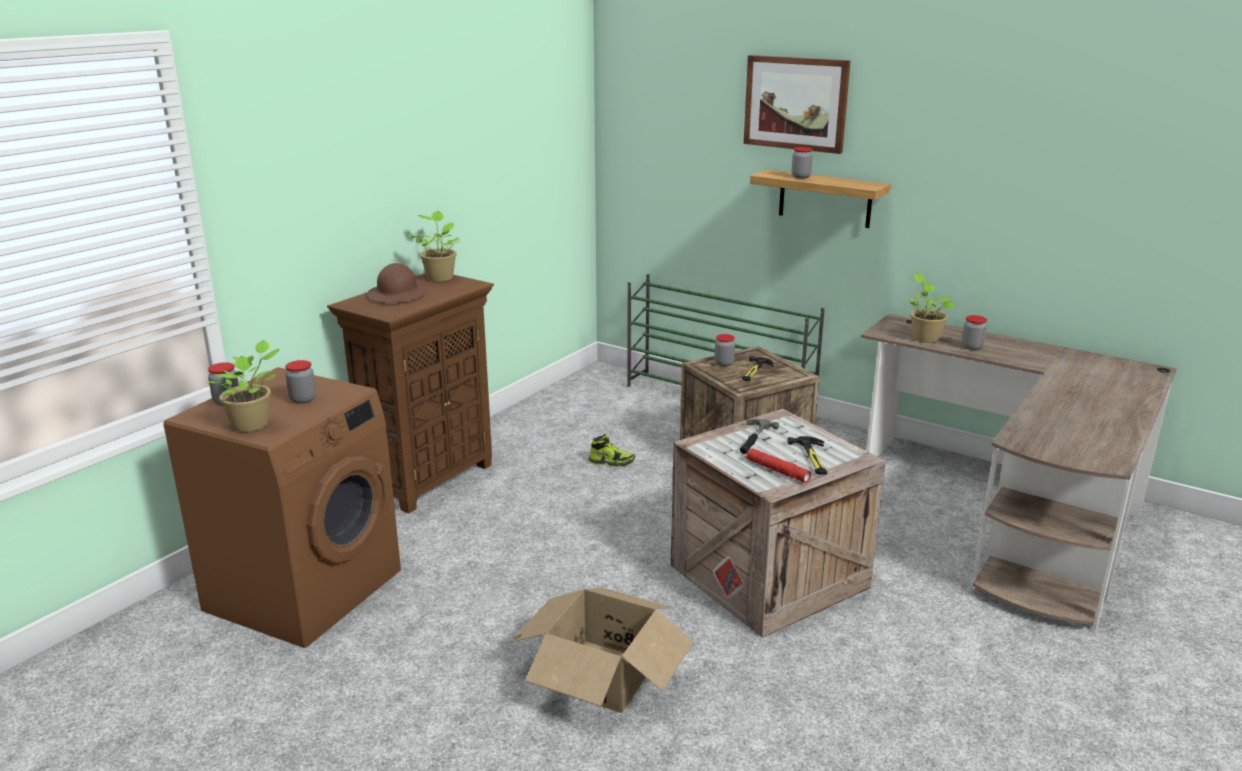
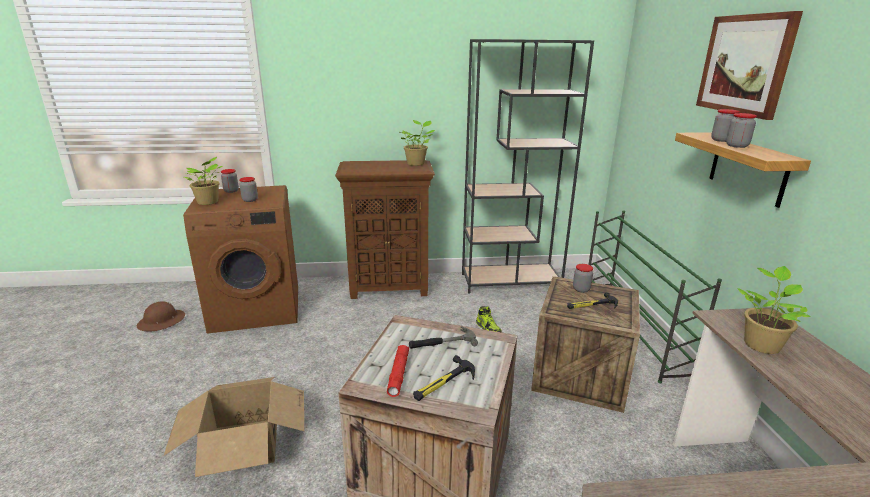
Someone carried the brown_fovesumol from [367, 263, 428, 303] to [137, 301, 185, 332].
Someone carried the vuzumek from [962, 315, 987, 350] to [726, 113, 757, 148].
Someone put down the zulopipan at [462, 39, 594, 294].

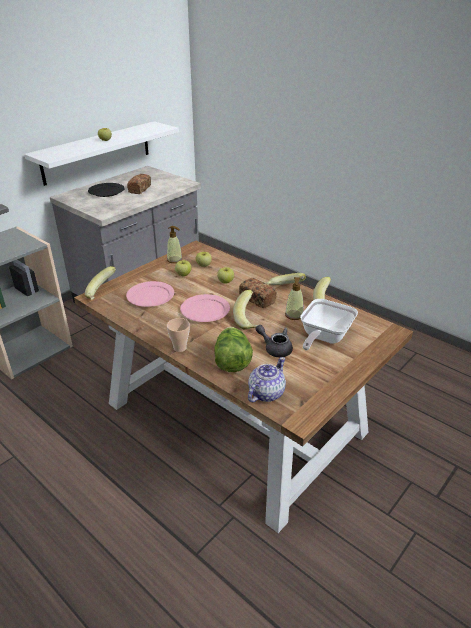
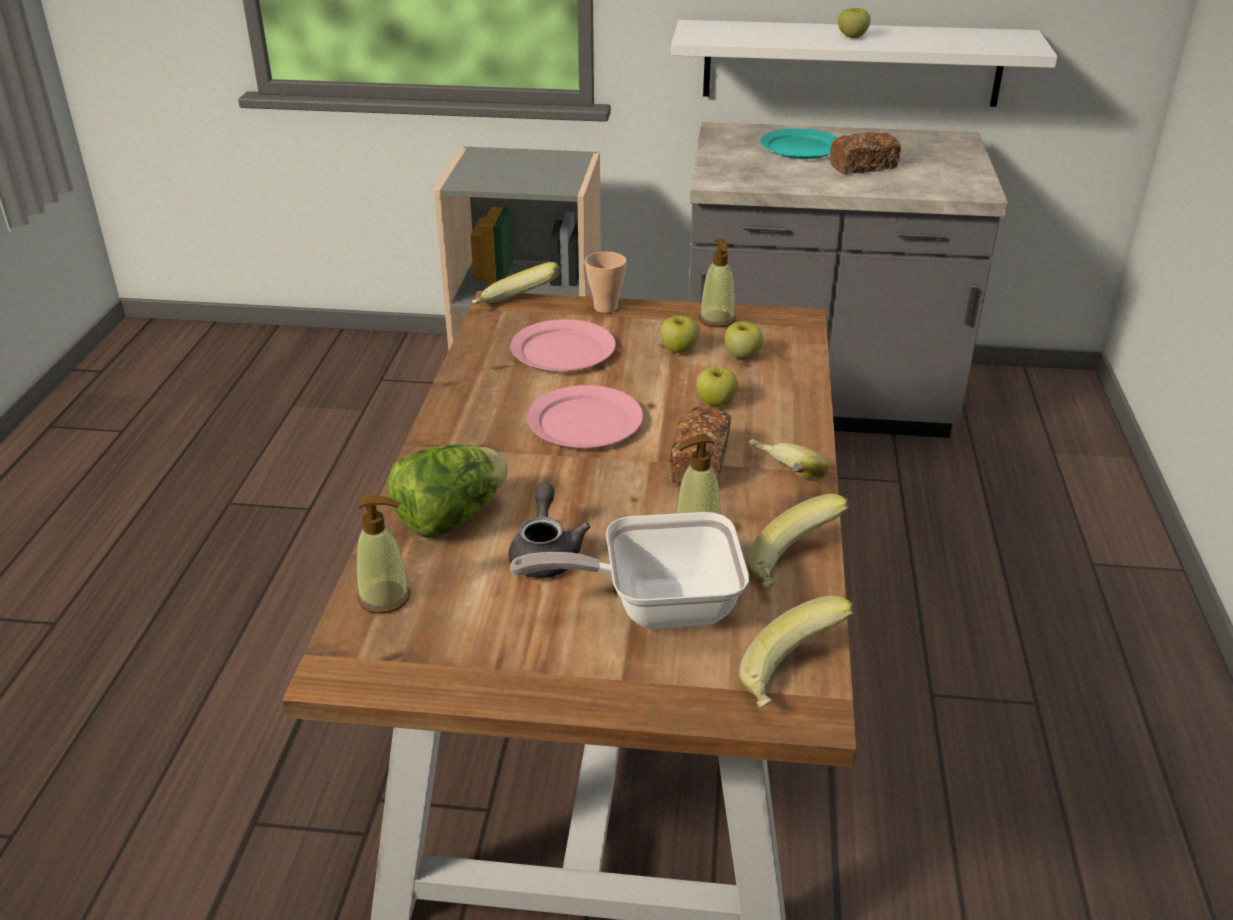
Someone repainted the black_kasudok at [88, 183, 125, 197], which became the turquoise_kasudok at [760, 128, 838, 159].
Someone carried the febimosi from [233, 290, 258, 330] to [739, 595, 854, 708].
Someone carried the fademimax from [167, 318, 190, 352] to [585, 252, 626, 313].
Someone swapped the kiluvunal at [248, 357, 286, 402] for the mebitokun at [356, 495, 410, 614].

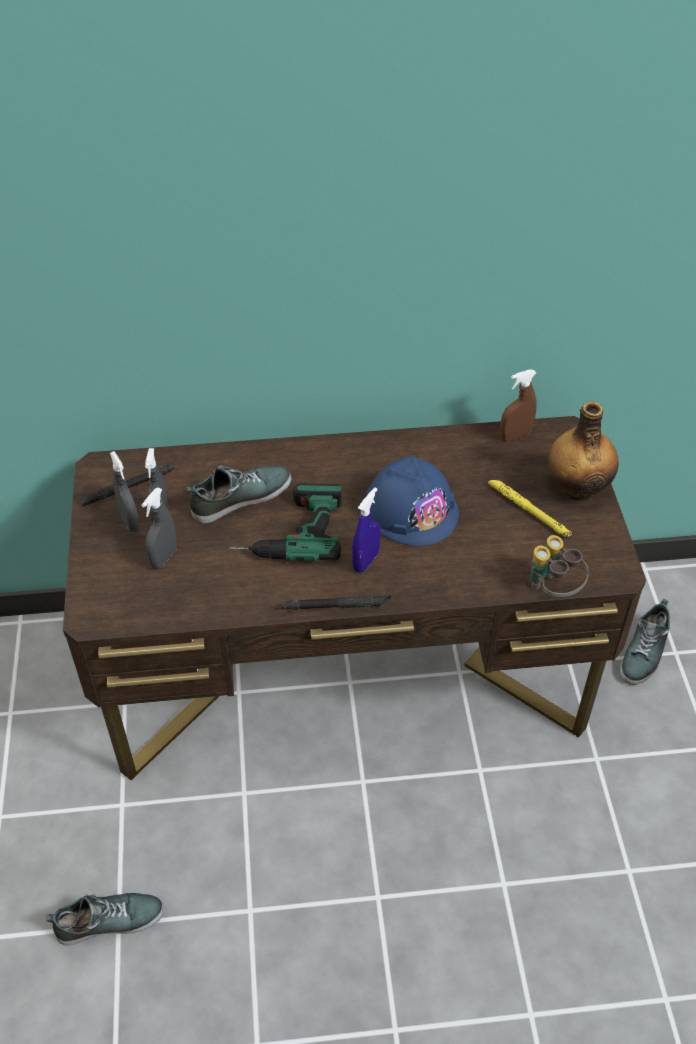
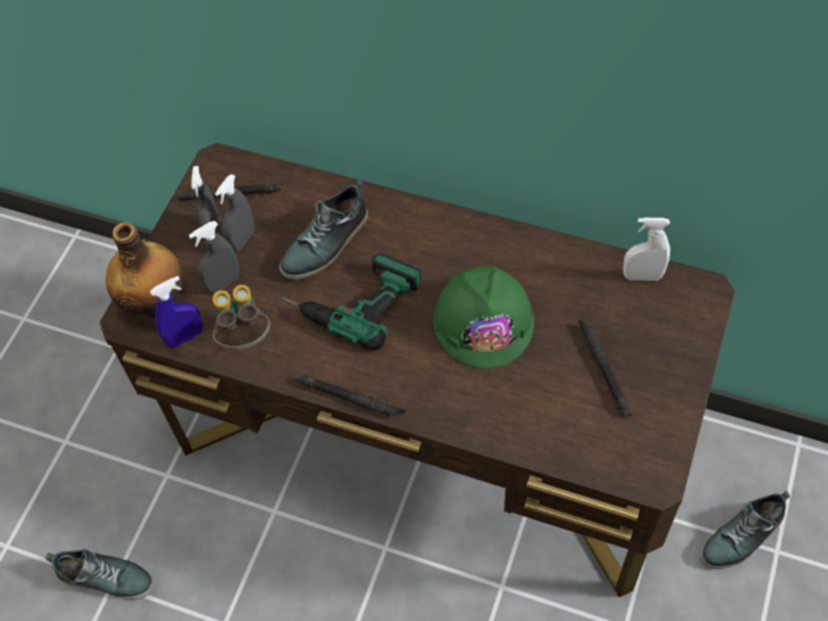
Someone repainted the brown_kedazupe at [500, 369, 537, 442], which became the white_kedazupe at [623, 218, 670, 281].
Someone carried the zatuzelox from [548, 401, 619, 501] to [106, 222, 183, 317].
Someone repainted the blue_fovesumol at [366, 456, 459, 546], which became the green_fovesumol at [433, 267, 534, 369].
Someone rotated the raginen at [186, 465, 291, 523] by 135 degrees clockwise.
Someone repainted the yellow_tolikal at [488, 480, 573, 537], which became the black_tolikal at [578, 320, 632, 417].
Someone carried the blue_kedazupe from [352, 487, 381, 573] to [150, 276, 203, 348].
Someone carried the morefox from [531, 535, 589, 597] to [212, 285, 270, 350].

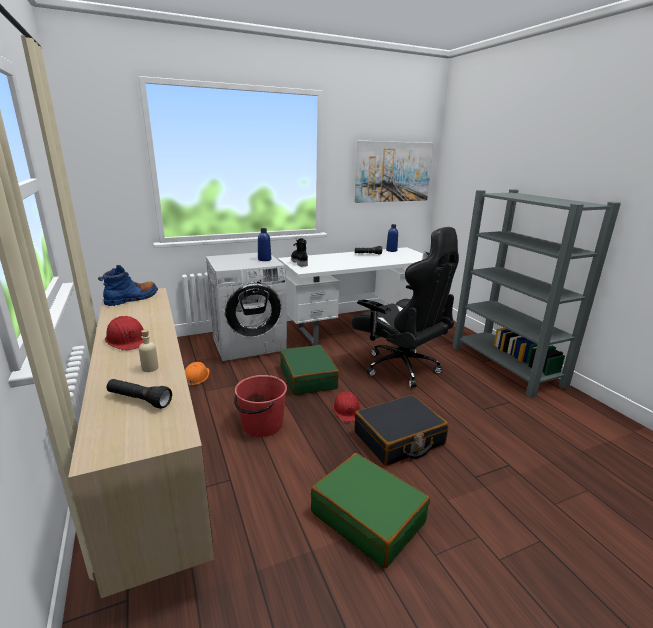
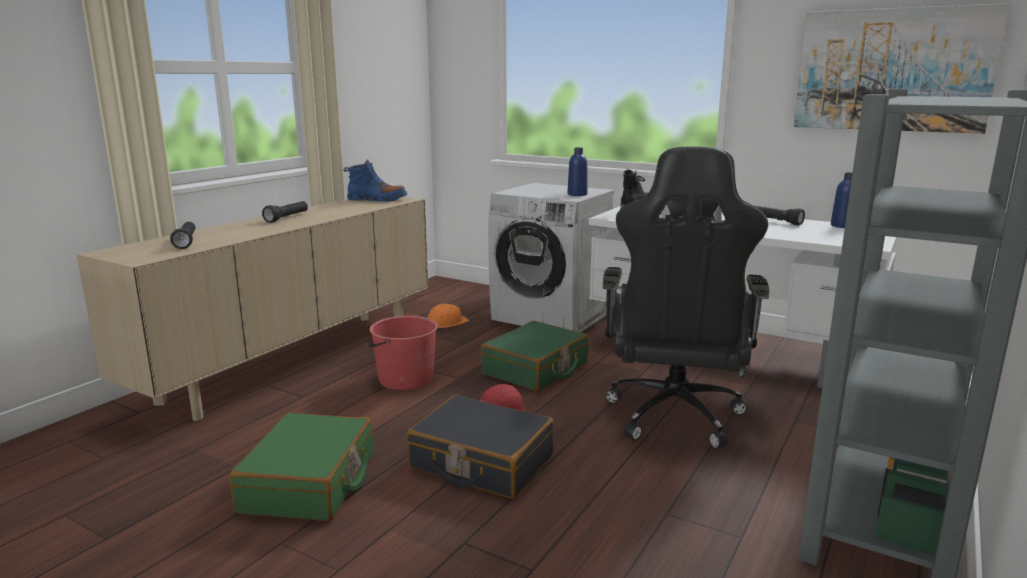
Someone swapped the red_fovesumol at [105, 316, 144, 351] for the black_tolikal at [262, 201, 308, 223].
Someone took away the beige_zatuzelox at [139, 330, 158, 372].

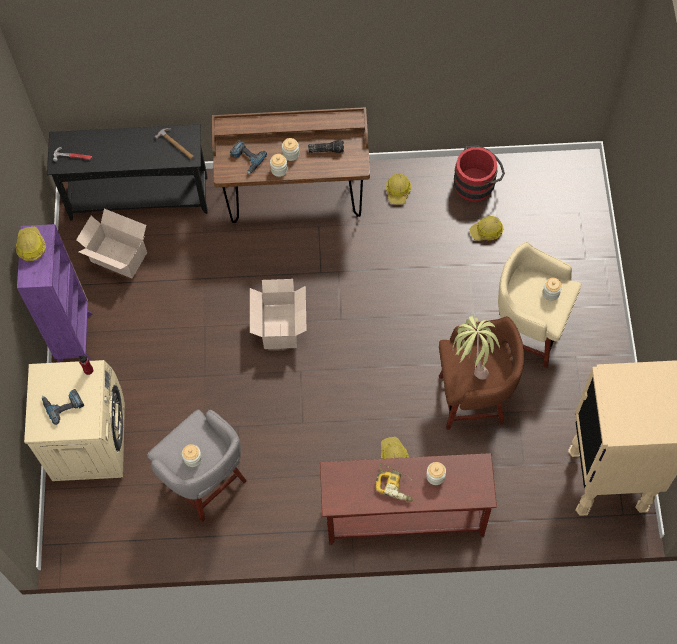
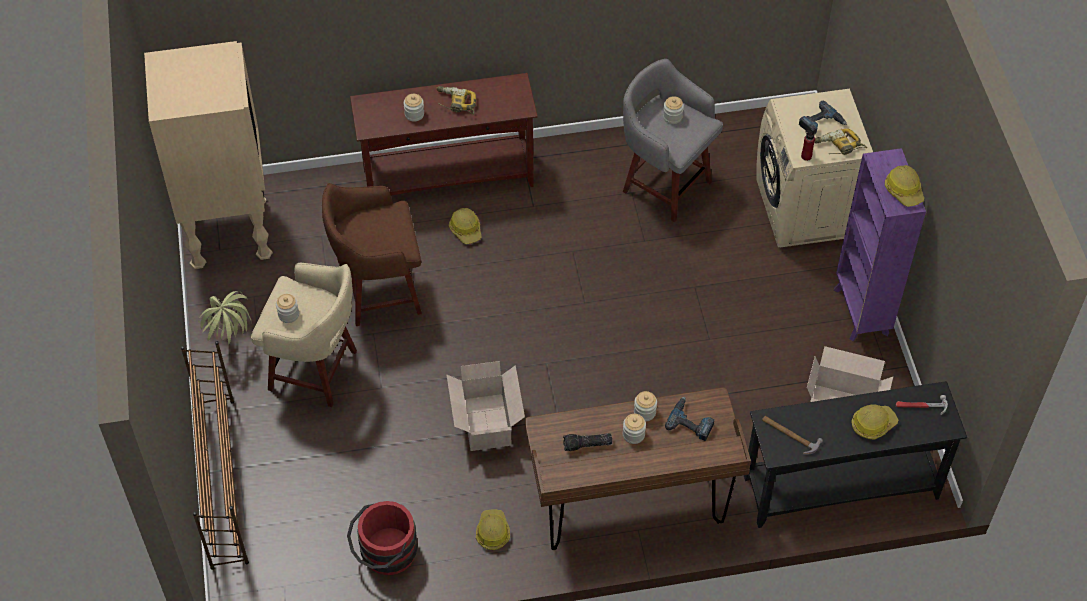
Someone carried the fovesumol from [469, 216, 503, 241] to [851, 405, 899, 439].
Someone carried the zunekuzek from [250, 279, 307, 349] to [447, 361, 525, 451].
Someone carried the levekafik from [453, 316, 500, 380] to [198, 291, 252, 344].
Someone put down the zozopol at [814, 128, 867, 155].
Someone put down the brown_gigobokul at [181, 341, 249, 570].

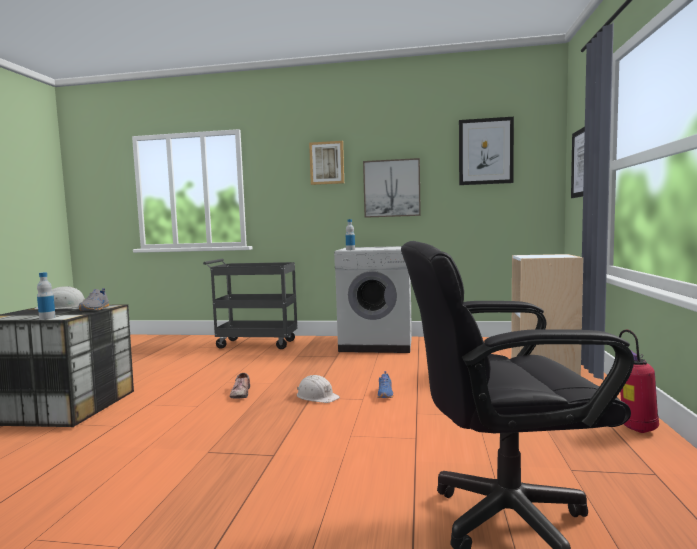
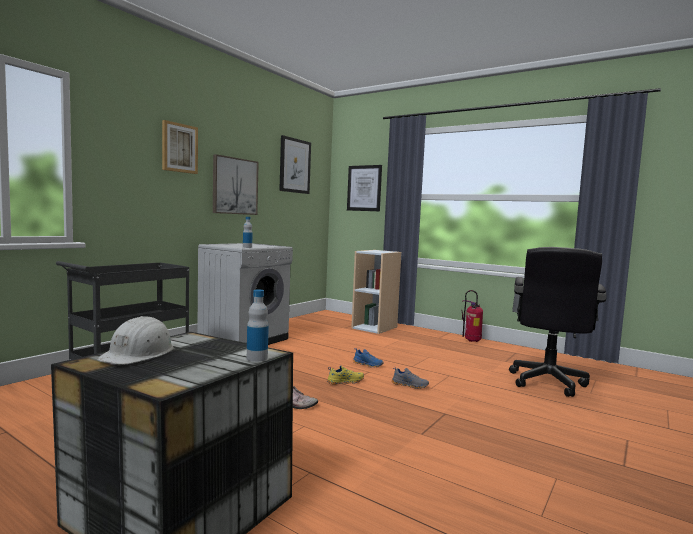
Someone carried the grey_raginen from [79, 288, 109, 311] to [392, 367, 429, 389].
Someone swapped the white_fovesumol at [297, 375, 340, 403] for the yellow_raginen at [327, 366, 364, 385].

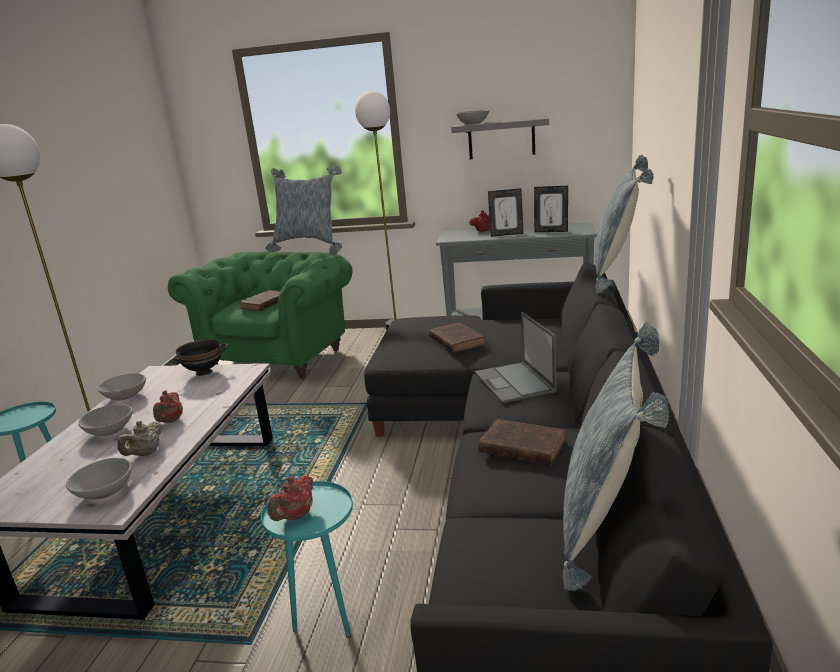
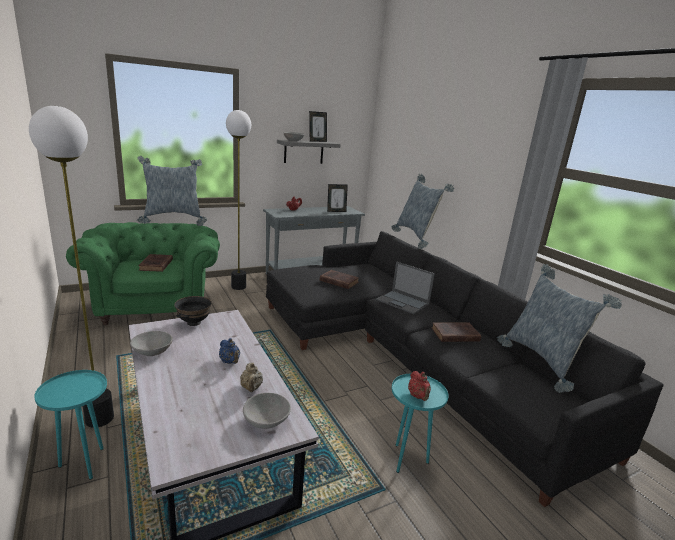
Someone carried the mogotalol from [488, 188, 524, 237] to [309, 111, 327, 142].
Someone repainted the red_kiluvunal at [153, 390, 183, 423], which became the blue_kiluvunal at [219, 338, 240, 364].
Someone took away the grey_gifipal at [78, 404, 133, 436].

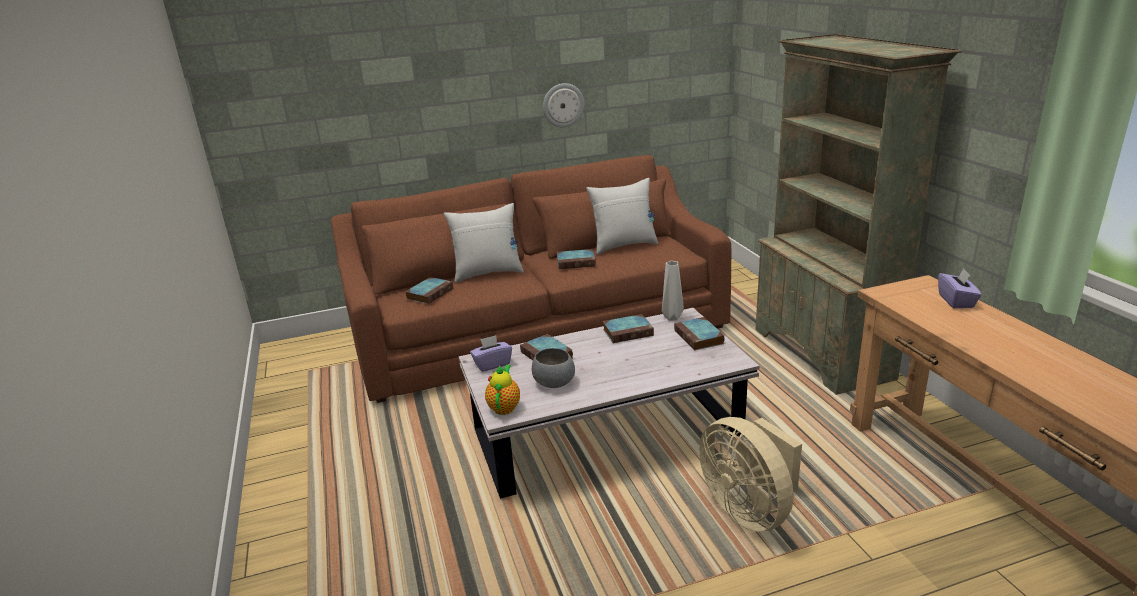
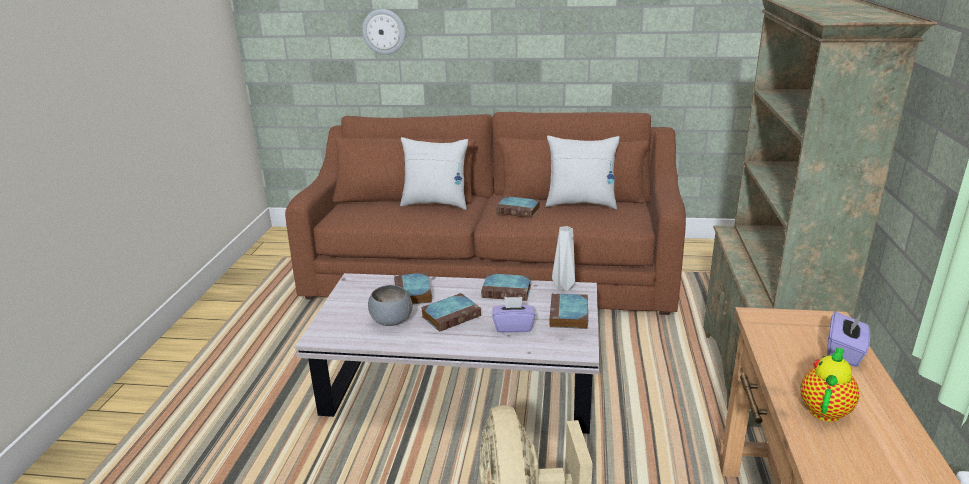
Someone carried the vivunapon from [543, 83, 584, 127] to [362, 9, 405, 55].
Someone carried the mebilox from [405, 277, 453, 304] to [421, 293, 481, 332].
Someone carried the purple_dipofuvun from [470, 335, 512, 372] to [492, 297, 535, 333].
Someone carried the kiluvunal from [485, 365, 520, 415] to [801, 348, 859, 422].

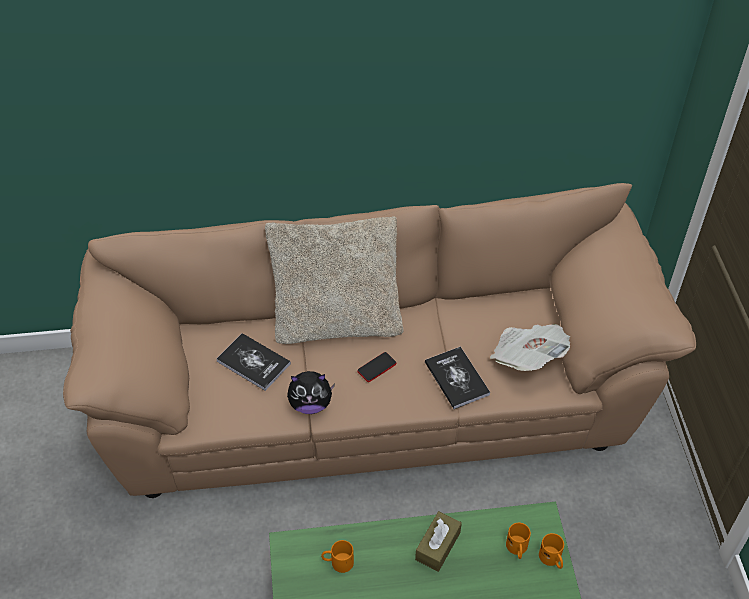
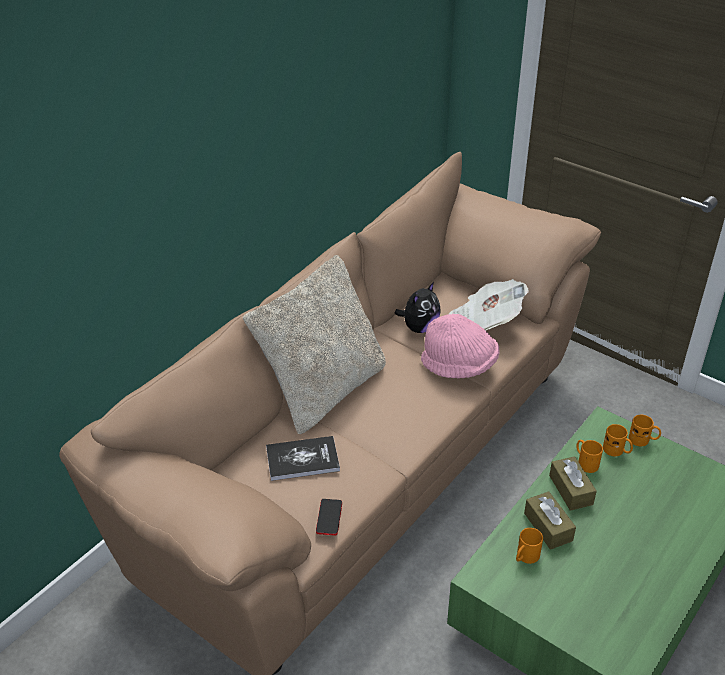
Someone swapped the mebilox at [425, 346, 490, 409] for the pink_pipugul at [421, 314, 500, 379].
Someone carried the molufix from [357, 352, 396, 382] to [316, 499, 342, 536].
Someone carried the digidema from [287, 371, 335, 414] to [394, 282, 441, 333].
Someone put down the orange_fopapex at [576, 440, 603, 473].
Someone put down the brown_dipofuvun at [524, 491, 576, 550].

